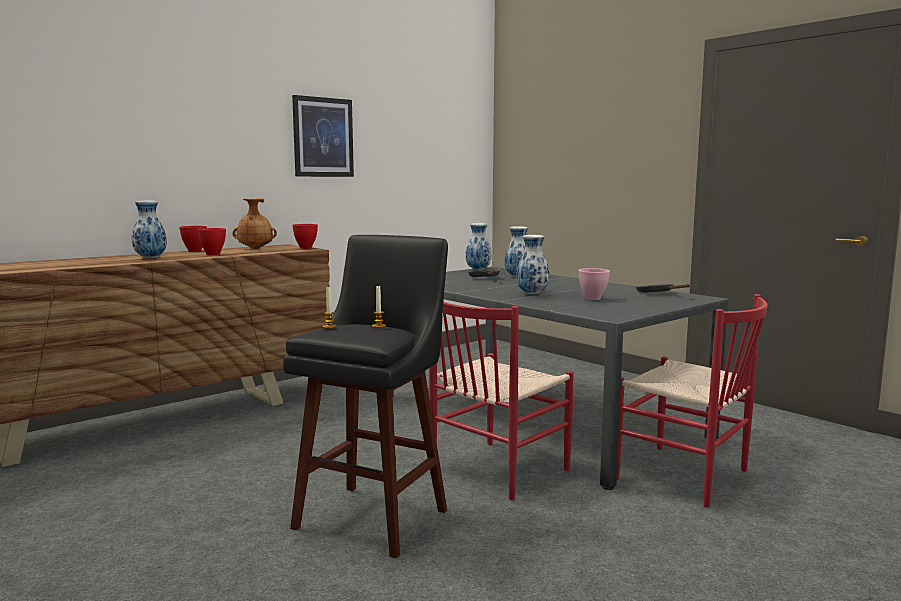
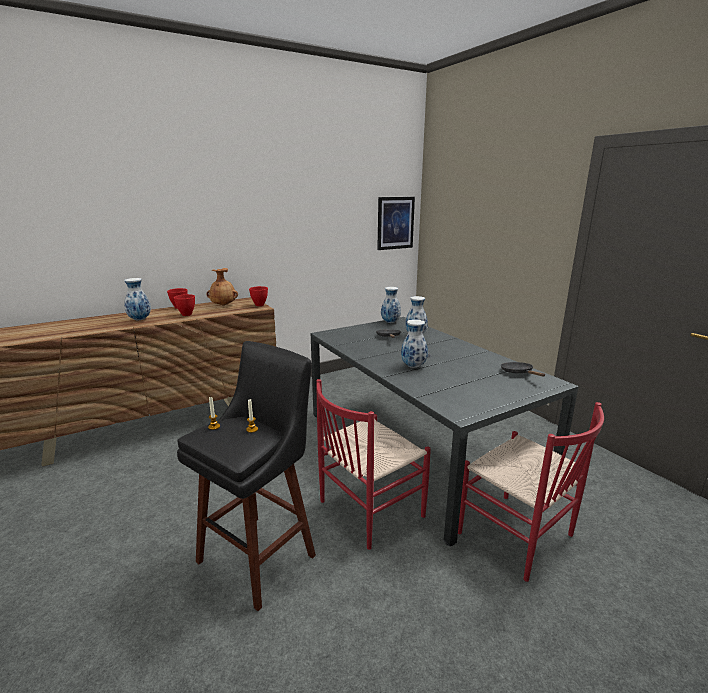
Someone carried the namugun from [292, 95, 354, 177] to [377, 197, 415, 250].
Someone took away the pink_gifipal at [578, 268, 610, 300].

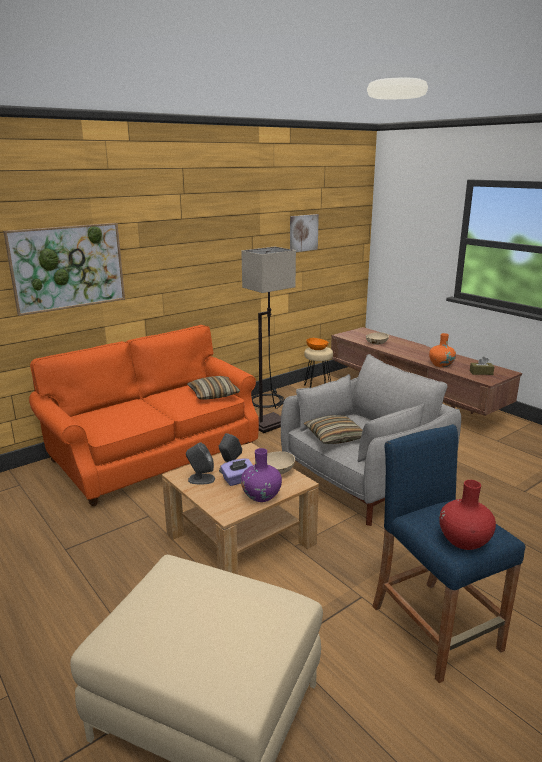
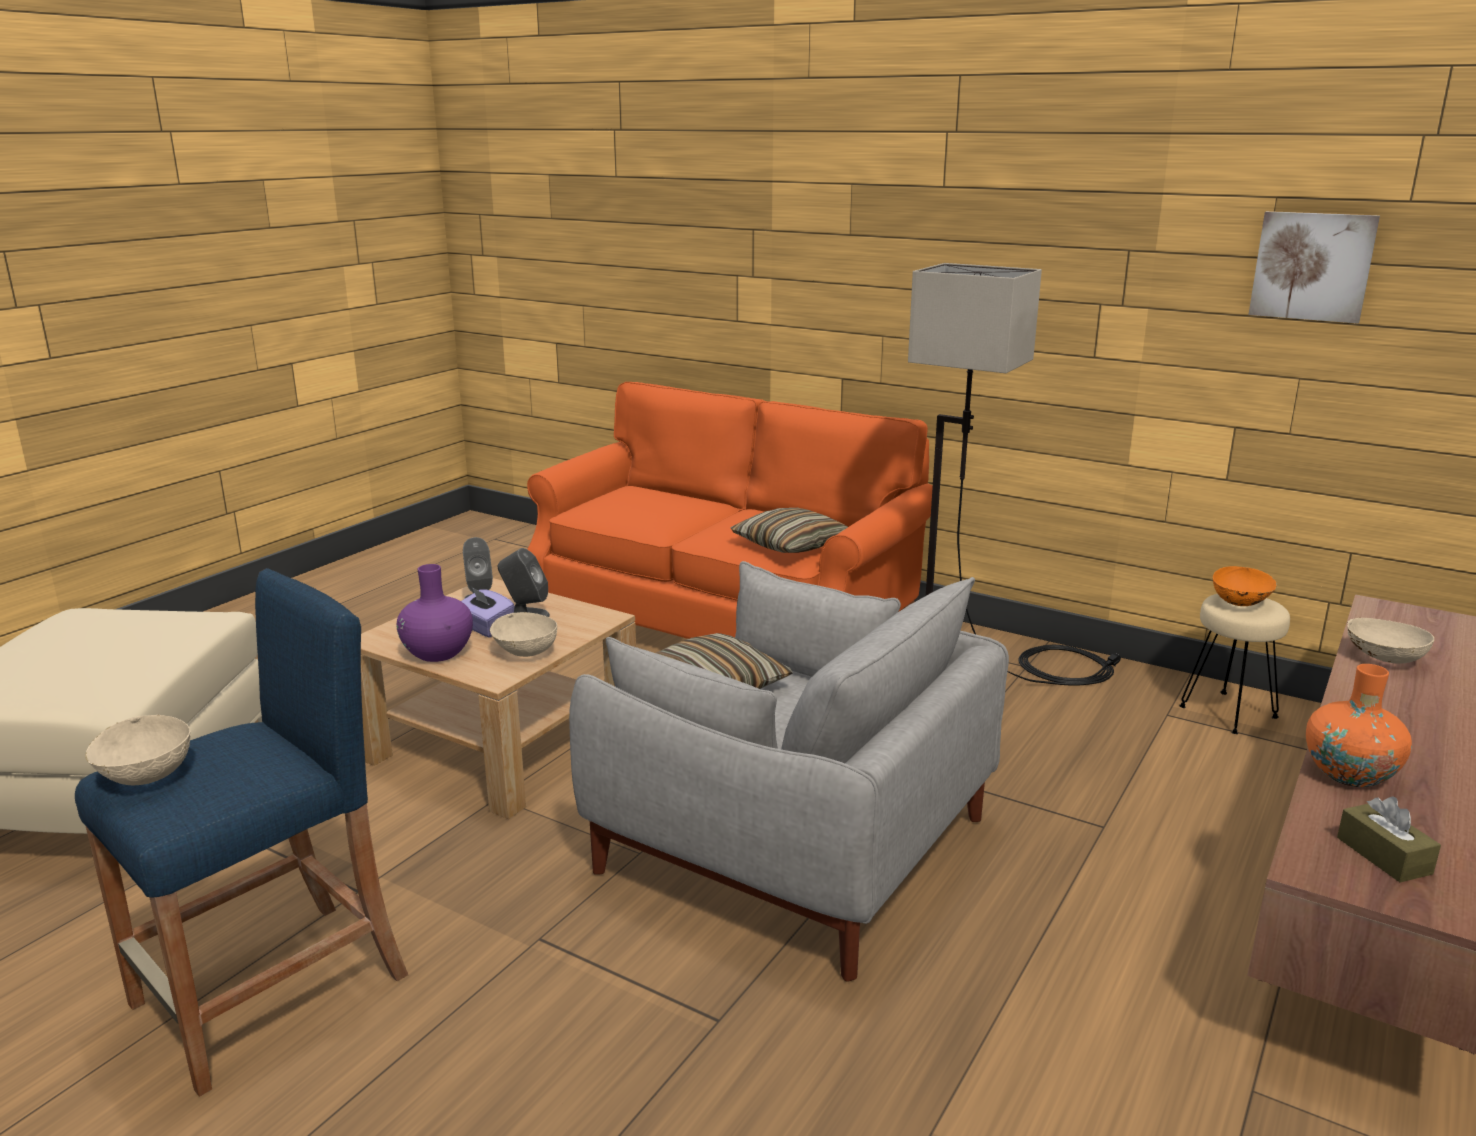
Someone took away the namugun at [3, 223, 125, 316].
Someone swapped the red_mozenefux at [439, 480, 496, 550] for the beige_gifipal at [85, 715, 190, 785].

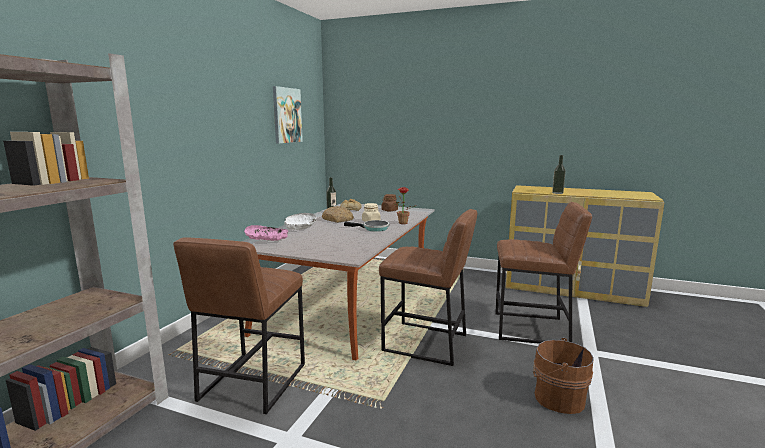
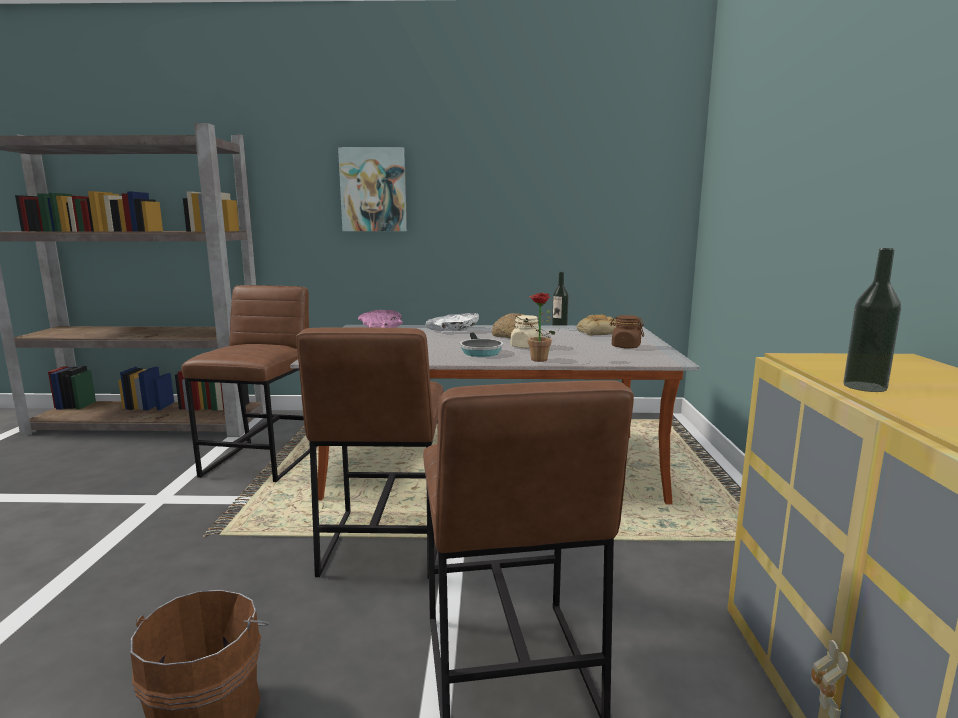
Someone carried the namugun from [273, 86, 303, 143] to [338, 147, 407, 231].
Someone rotated the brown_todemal at [173, 237, 305, 414] by 105 degrees clockwise.

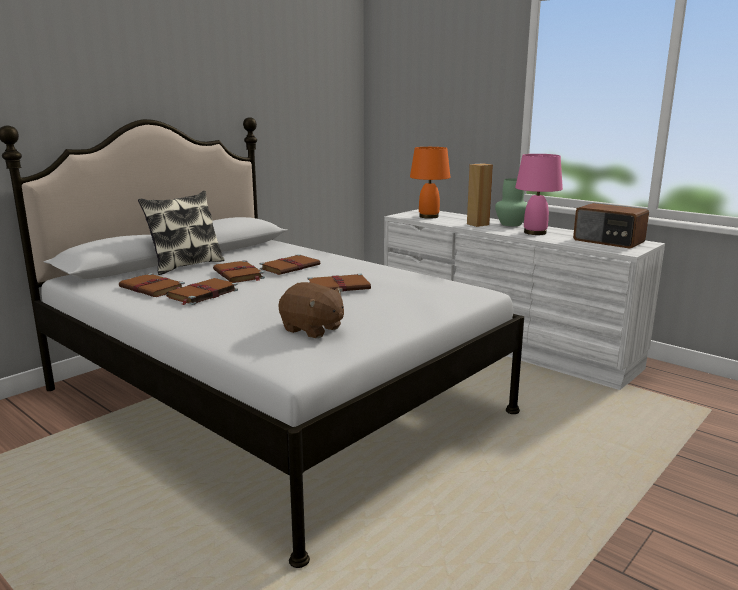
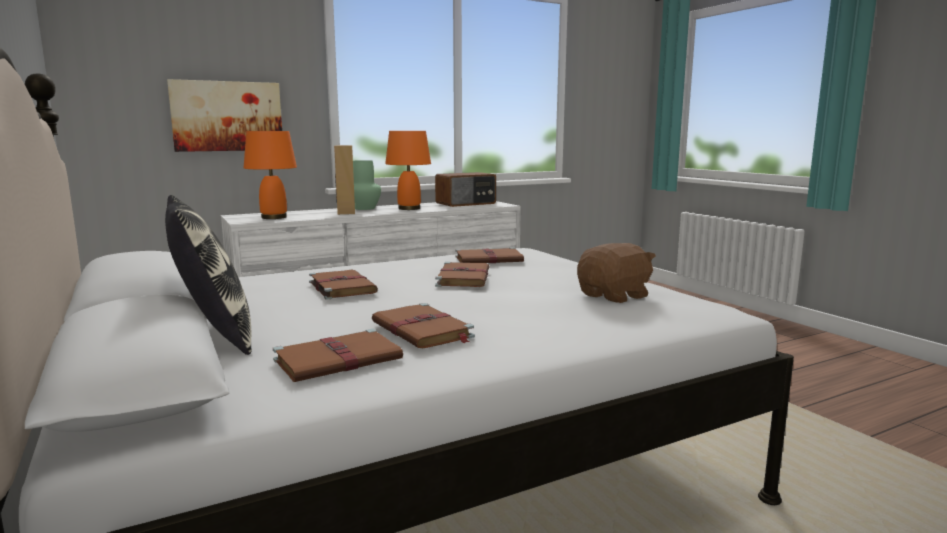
Someone repainted the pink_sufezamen at [515, 154, 563, 235], which became the orange_sufezamen at [385, 131, 431, 210].
Someone carried the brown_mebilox from [213, 260, 265, 283] to [455, 247, 524, 263].
Someone put up the namugun at [167, 79, 282, 152].

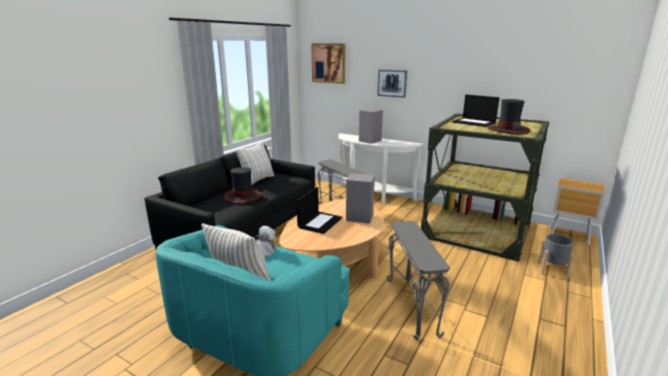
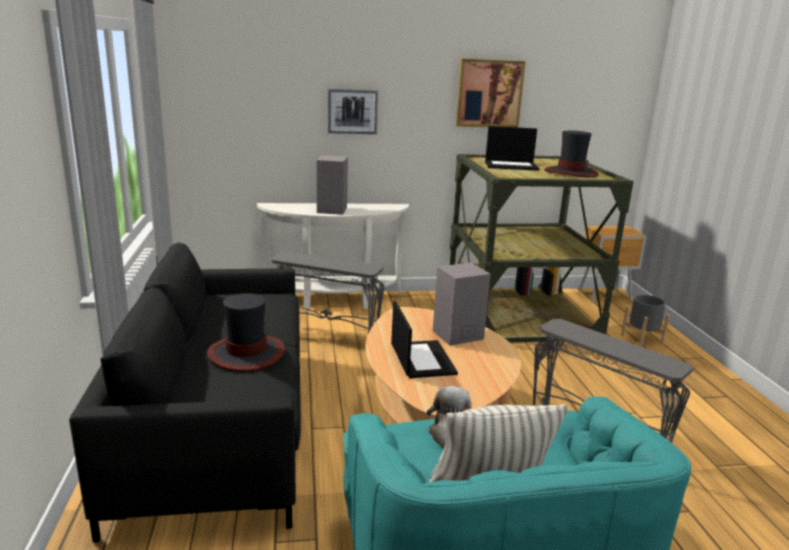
Someone carried the namugun from [311, 44, 345, 84] to [456, 59, 525, 127].
Someone took away the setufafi at [236, 142, 274, 185].

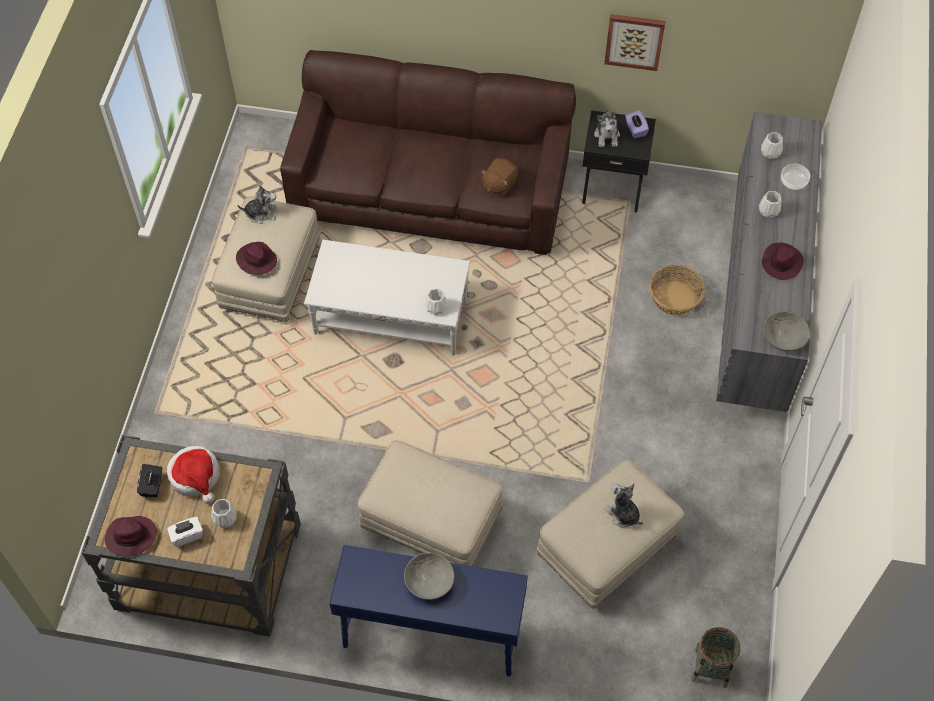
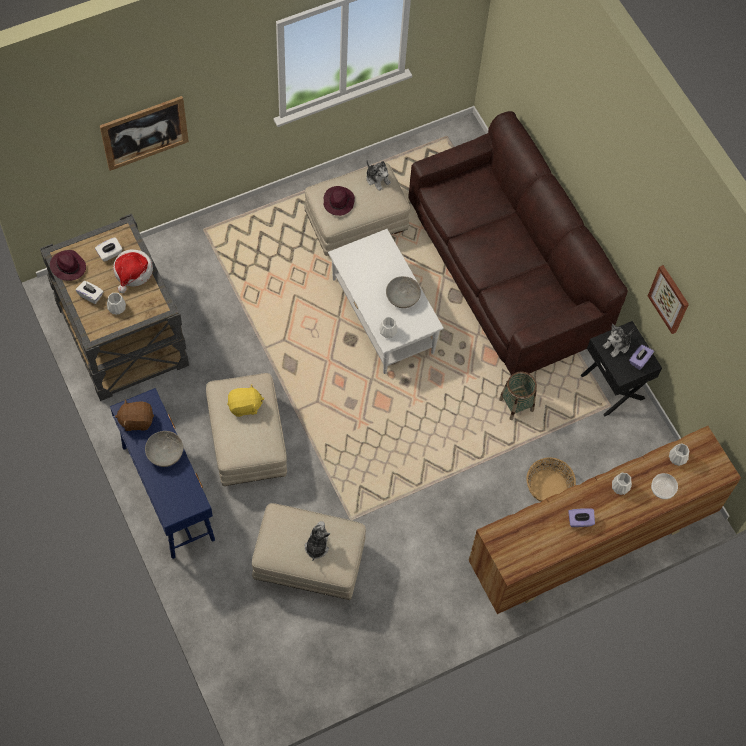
Someone repainted the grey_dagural at [716, 112, 822, 412], which became the brown_dagural at [469, 426, 741, 614].
Someone carried the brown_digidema from [481, 158, 518, 197] to [115, 400, 154, 431].
Someone swapped the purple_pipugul at [762, 243, 804, 280] for the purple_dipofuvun at [568, 508, 595, 527].
Someone carried the grey_gifipal from [763, 311, 810, 351] to [386, 276, 421, 308].
Someone repainted the black_dipofuvun at [137, 464, 162, 497], which became the white_dipofuvun at [95, 237, 123, 262].
Someone carried the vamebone from [691, 627, 740, 688] to [499, 372, 537, 420].
Someone put up the namugun at [100, 96, 189, 171].
Someone put down the yellow_digidema at [227, 384, 264, 417].

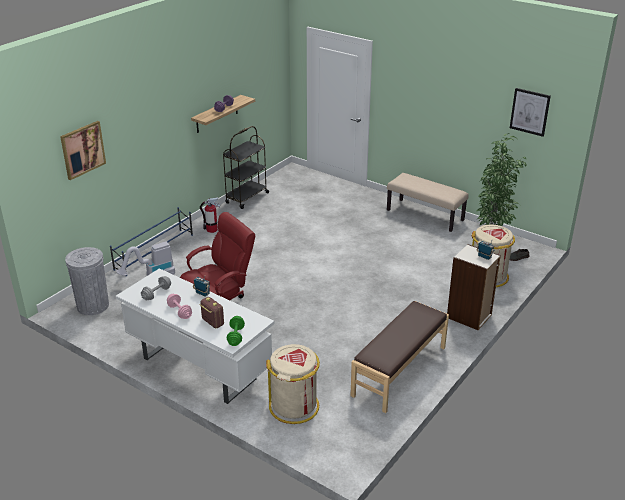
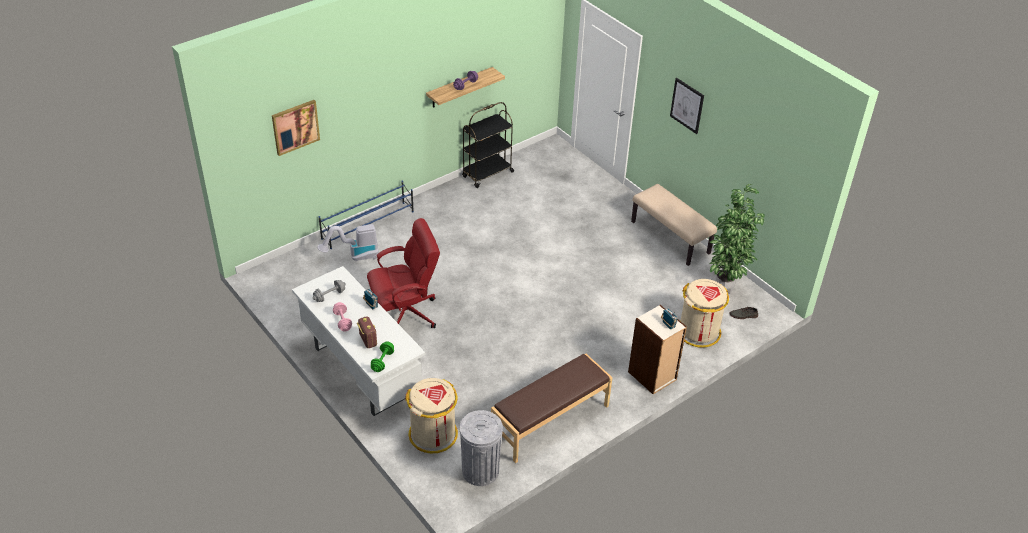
Someone carried the namugun from [510, 88, 551, 137] to [670, 78, 704, 134].
Someone took away the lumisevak at [200, 197, 220, 233].
Someone carried the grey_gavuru from [65, 247, 109, 315] to [459, 410, 503, 486].

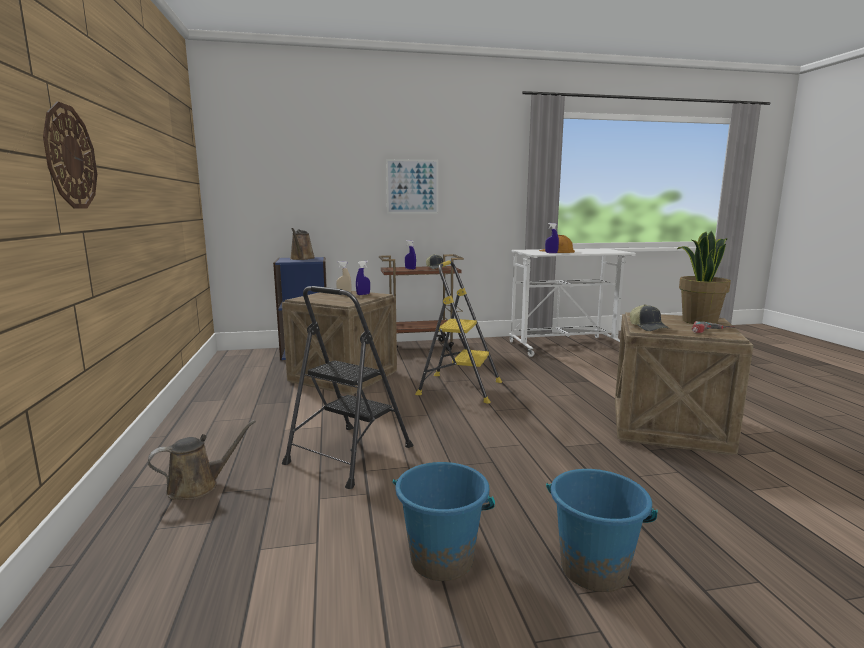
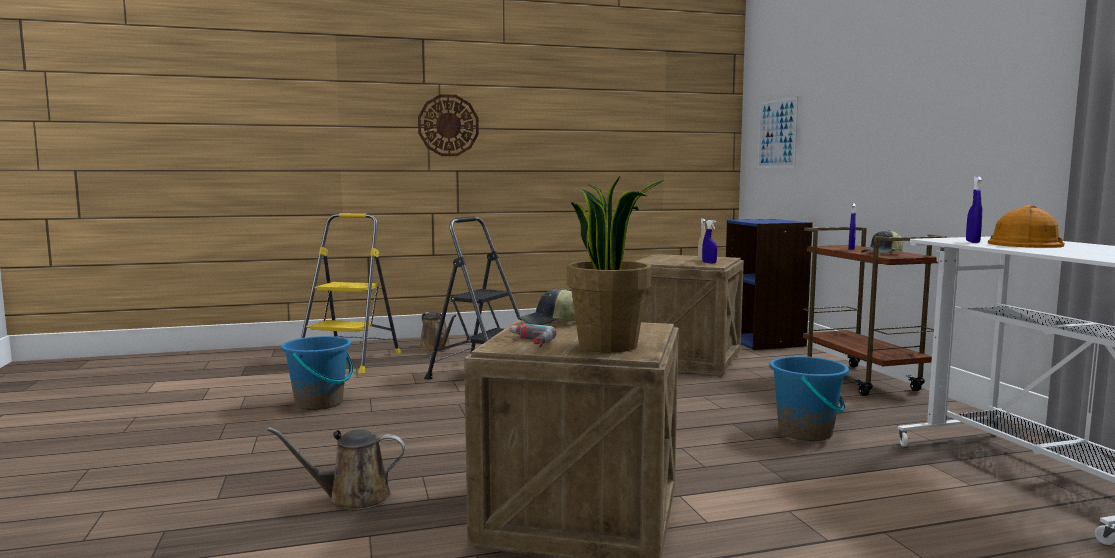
Someone carried the namugun from [386, 159, 438, 214] to [758, 96, 798, 168].
Someone carried the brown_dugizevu from [290, 228, 315, 260] to [267, 427, 405, 510].
Someone carried the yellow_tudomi from [415, 260, 502, 404] to [301, 213, 402, 374].
Someone carried the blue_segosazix from [546, 469, 658, 592] to [769, 356, 849, 441].

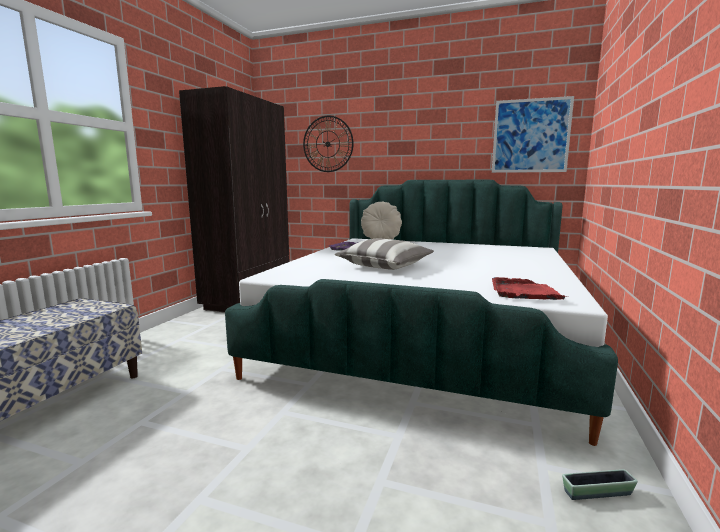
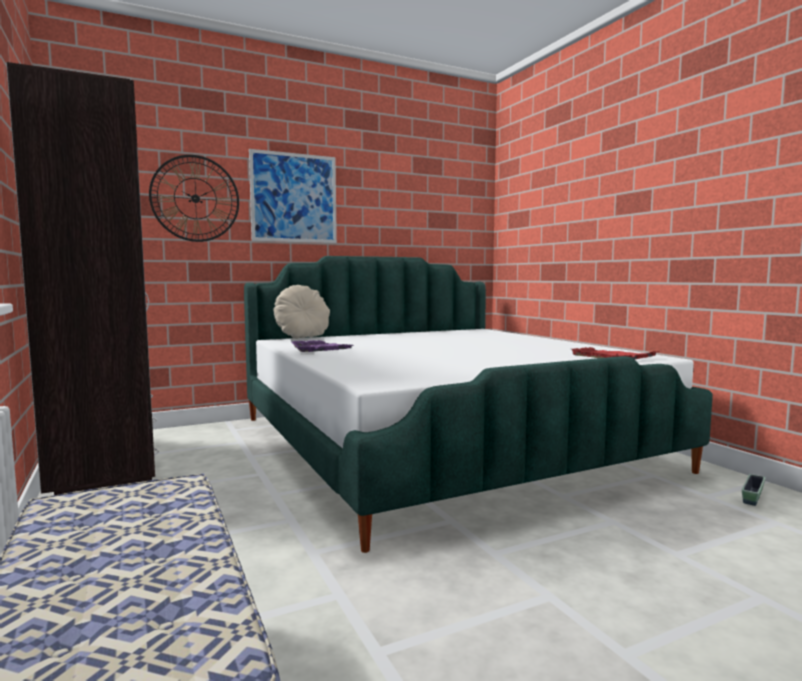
Someone carried the namugun from [492, 96, 574, 173] to [249, 149, 337, 243].
Someone took away the setufafi at [335, 239, 434, 270].

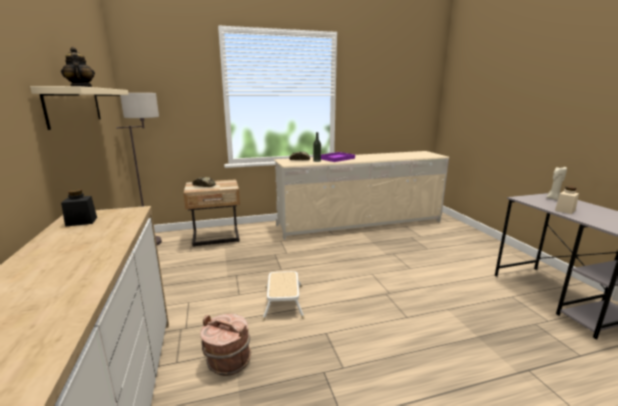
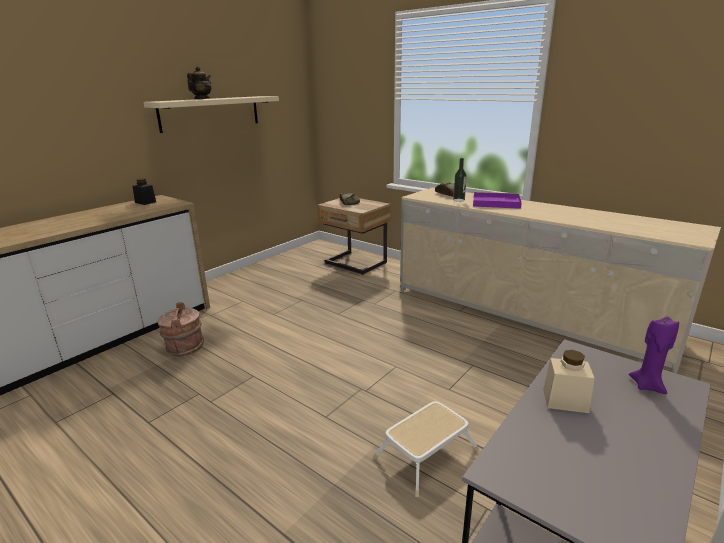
Someone took away the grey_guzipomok at [116, 93, 162, 246].
Someone repainted the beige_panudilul at [546, 167, 567, 200], which became the purple_panudilul at [629, 317, 679, 394].
Someone carried the beige_tudomi from [262, 271, 305, 321] to [373, 401, 479, 497].

